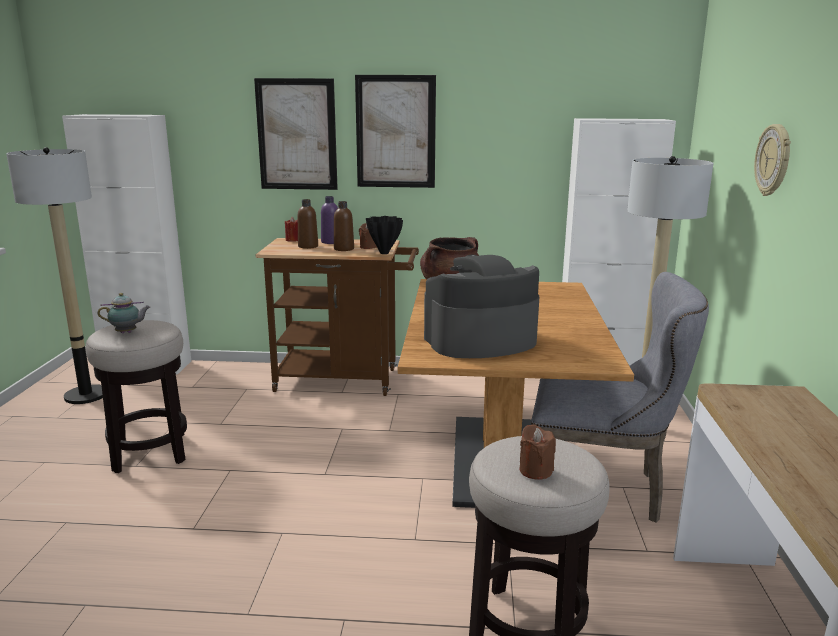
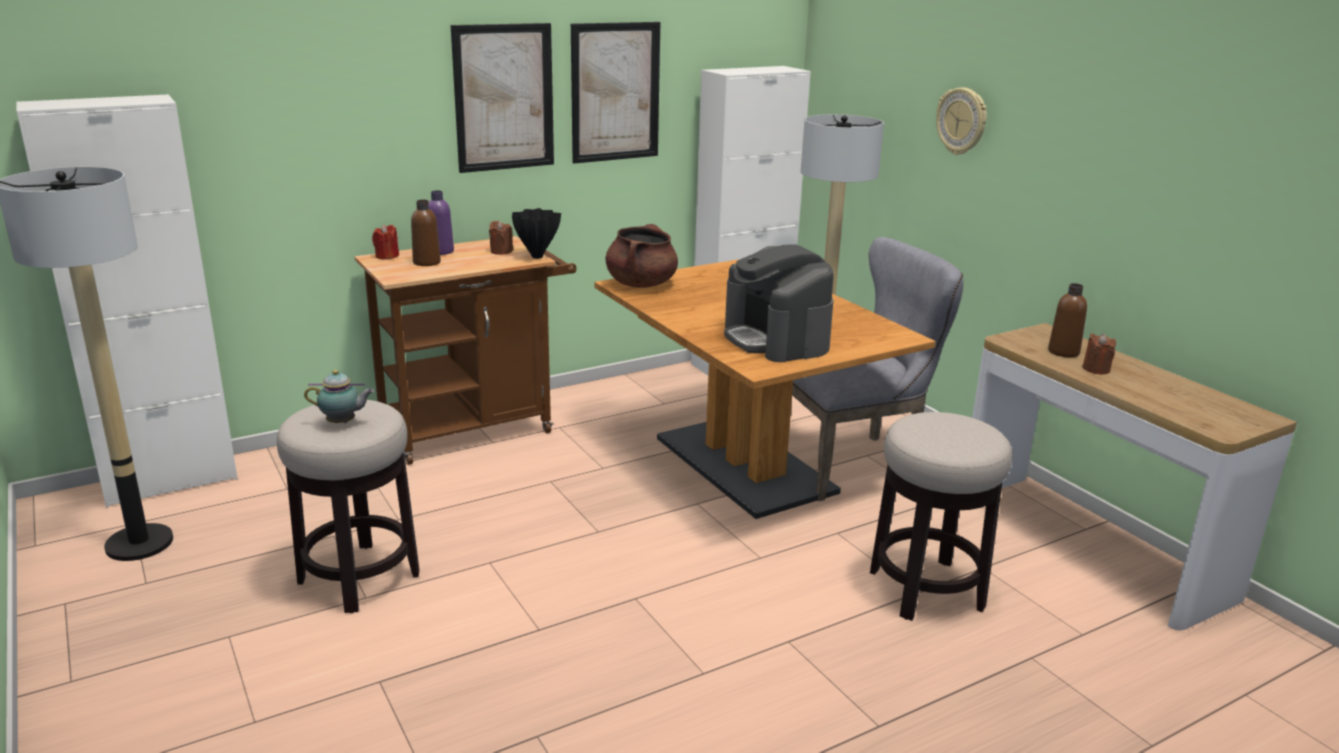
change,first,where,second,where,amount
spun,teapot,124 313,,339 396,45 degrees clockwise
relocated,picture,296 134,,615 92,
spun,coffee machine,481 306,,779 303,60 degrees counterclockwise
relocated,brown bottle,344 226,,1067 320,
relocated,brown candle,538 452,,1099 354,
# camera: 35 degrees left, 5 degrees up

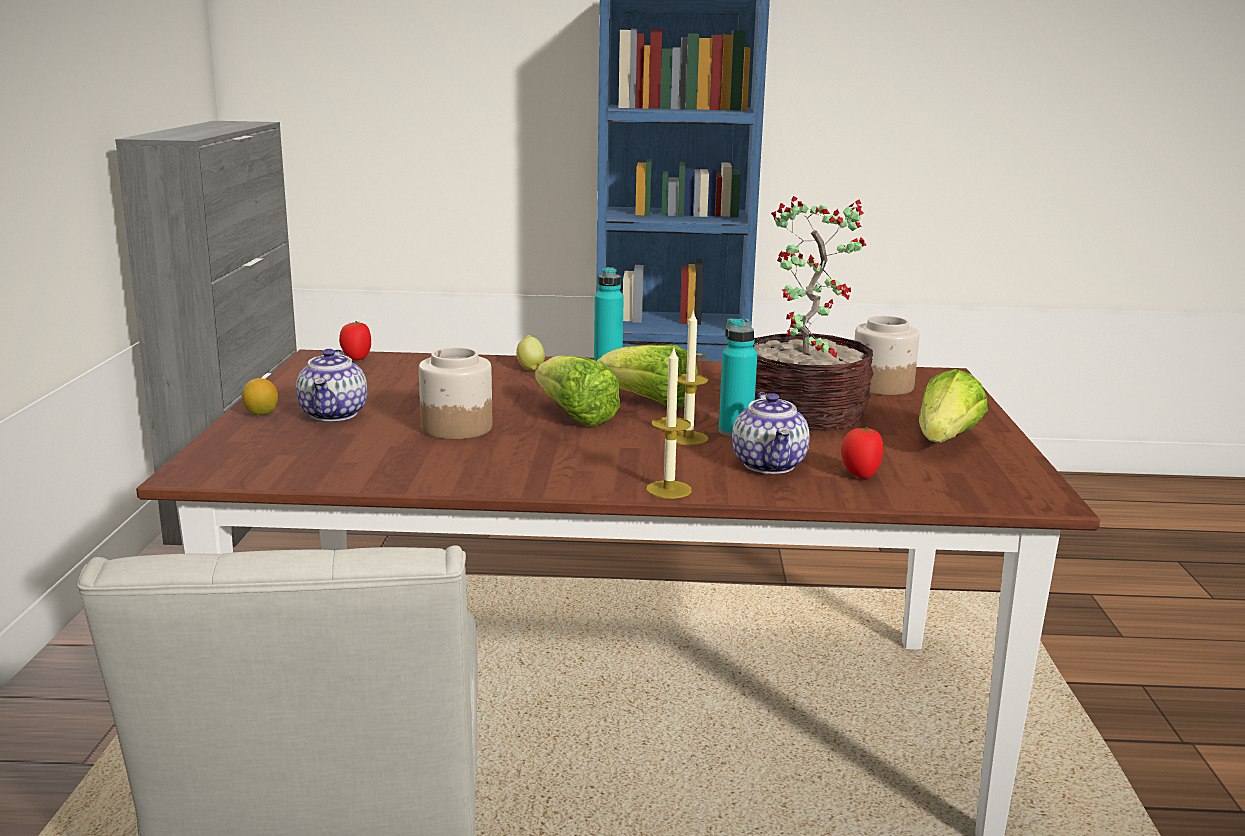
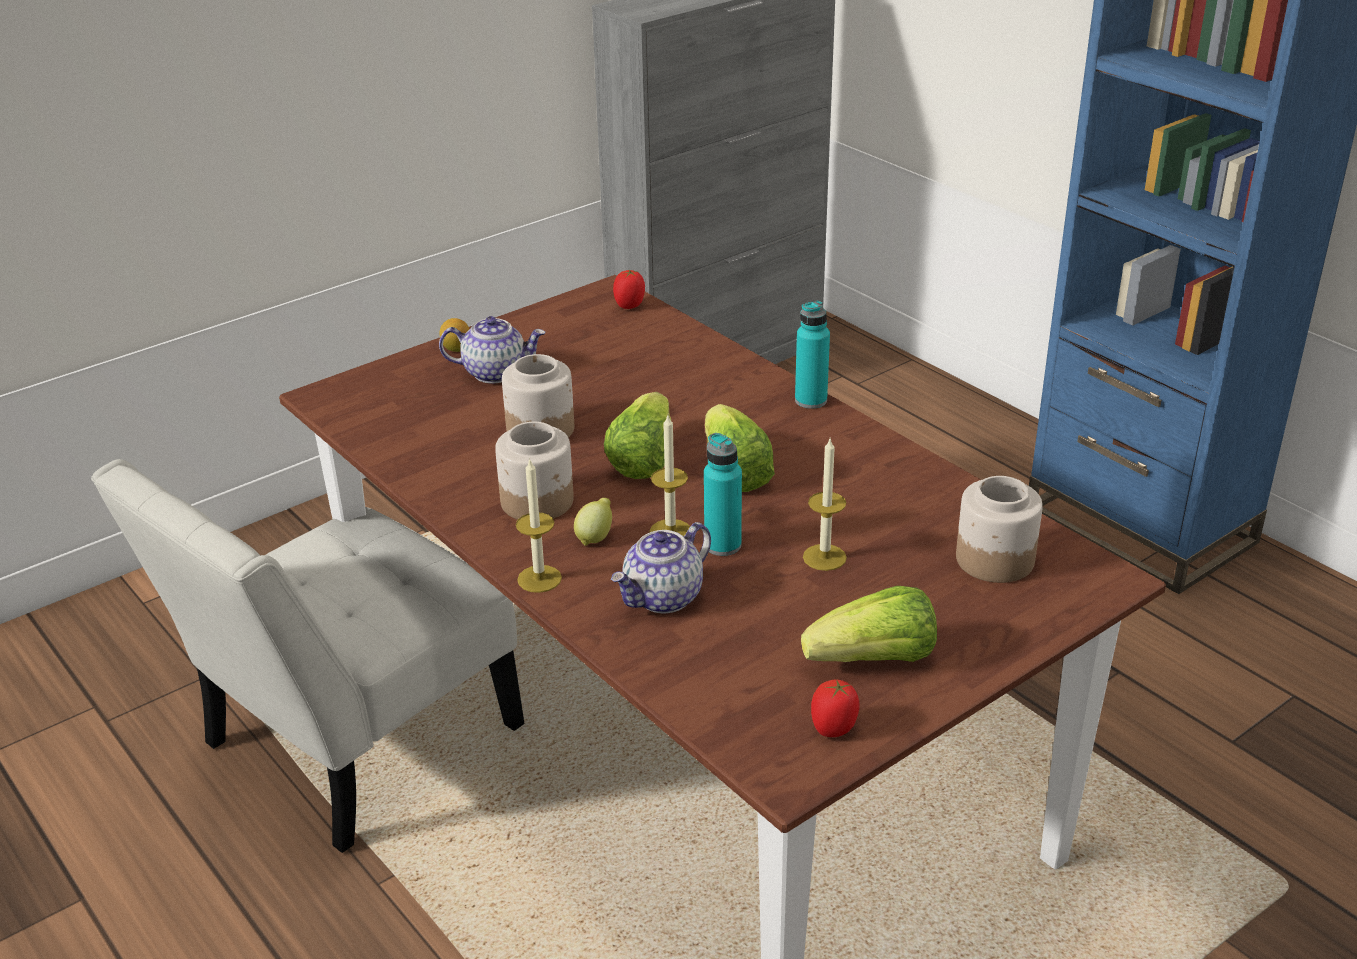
change,first,where,second,where,amount
spun,teapot,331 385,,492 349,135 degrees counterclockwise
appeared,,,jar,534 471,
relocated,lemon,530 352,,593 522,
exchanged,potted plant,813 313,candle,825 505,
relocated,tomato,862 453,,835 708,
# camera: 50 degrees right, 15 degrees up

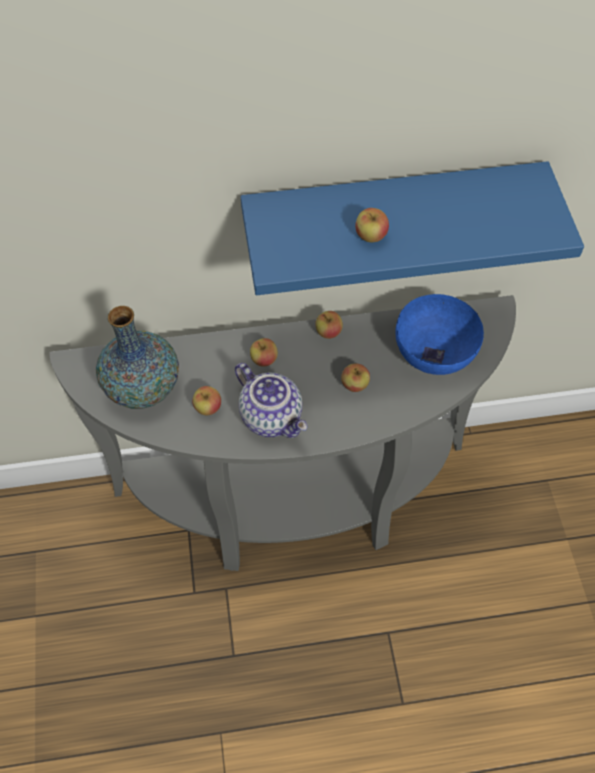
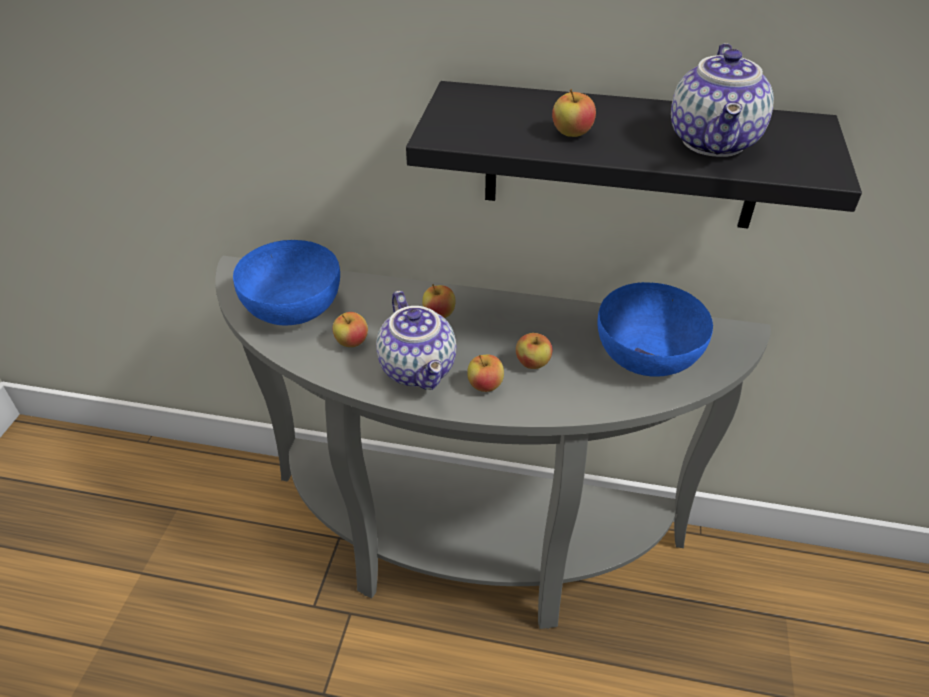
change,first,where,second,where,amount
exchanged,vase,137 357,blue bowl,286 282,
colour,blue shelf,412 228,black shelf,634 154,
relocated,apple,329 325,,485 373,
appeared,,,teapot,722 100,
# camera: 20 degrees right, 15 degrees down

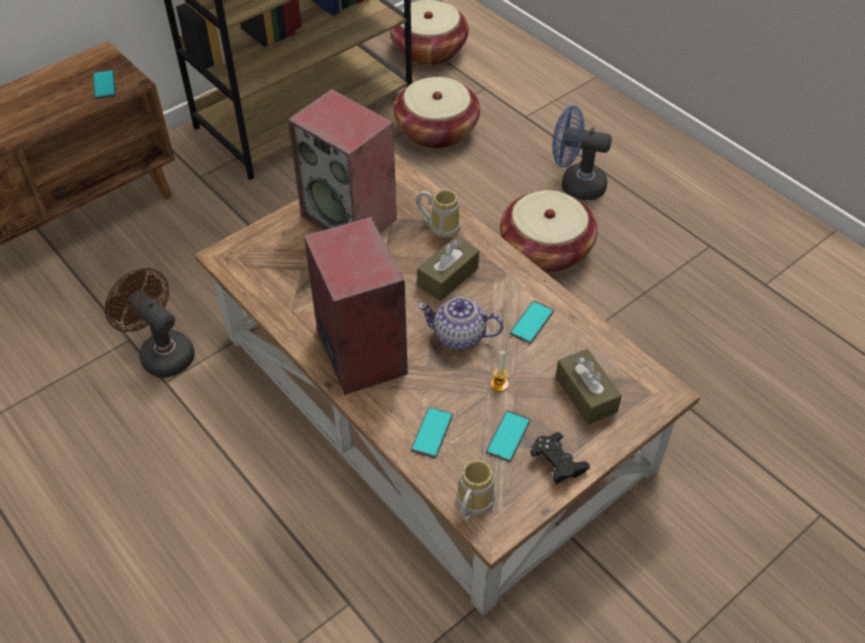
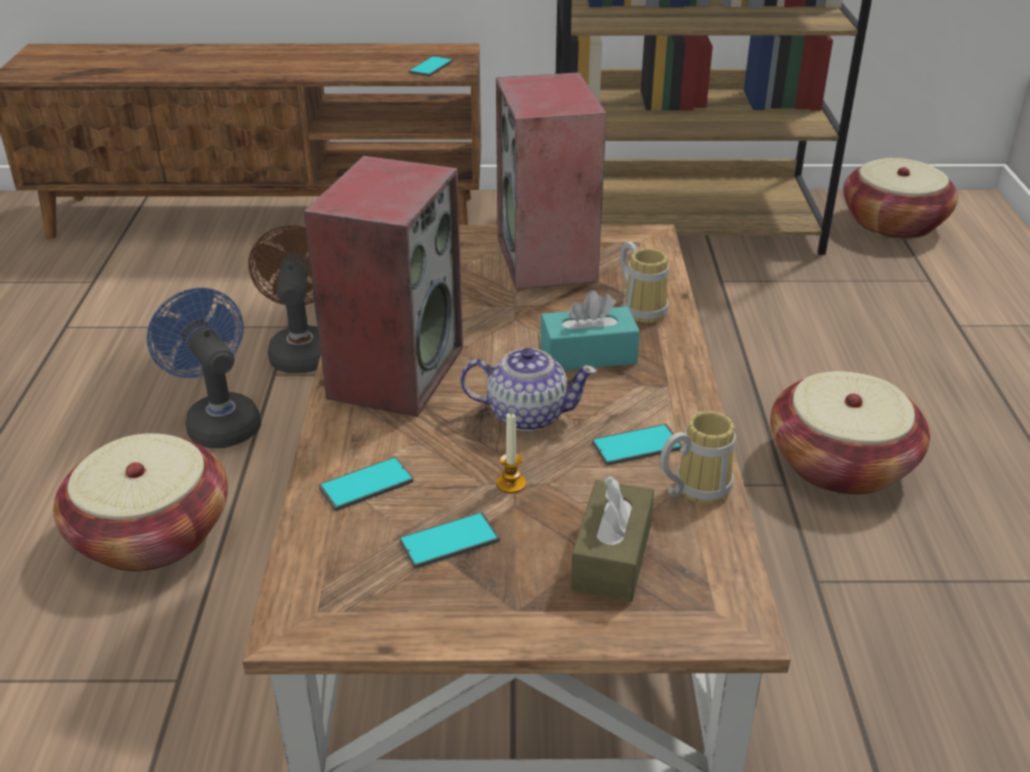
change,first,where,second,where,amount
relocated,basket,437 113,,140 502,
relocated,blue fan,582 153,,204 368,
spun,teapot,460 323,,528 389,135 degrees clockwise
colour,brown tissue box,448 269,turquoise tissue box,590 330,
relocated,mug,476 490,,698 457,
missing,black game controller,560 458,,,
# camera: 40 degrees right, 15 degrees down

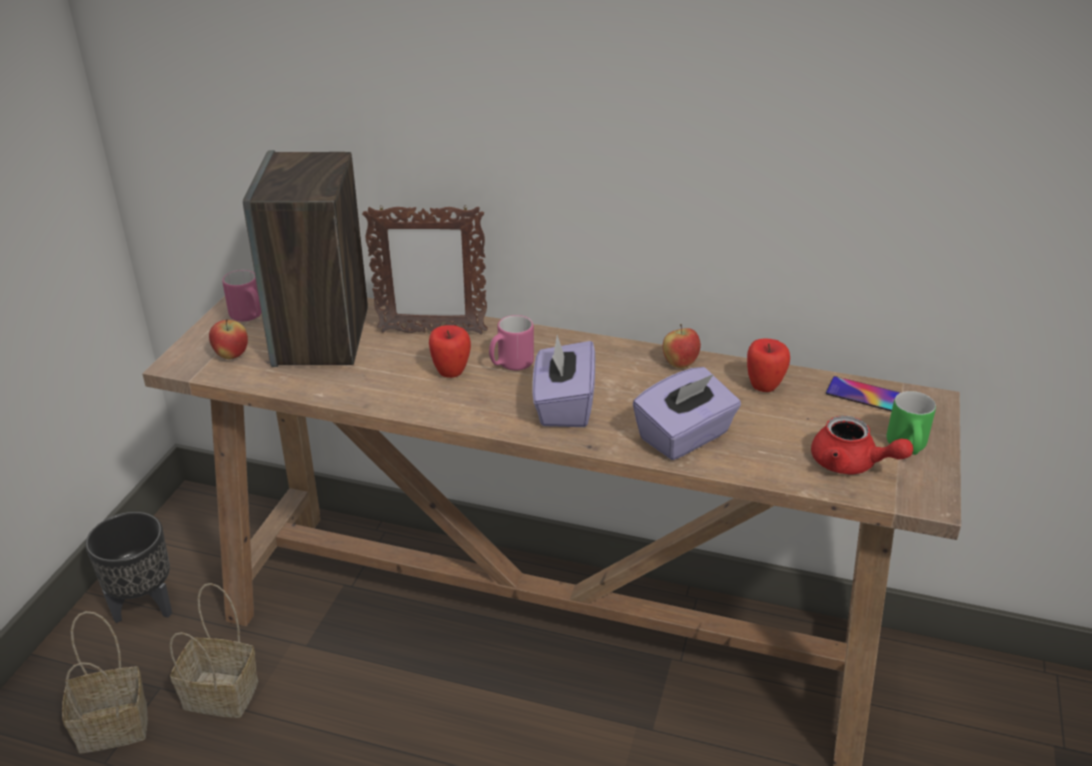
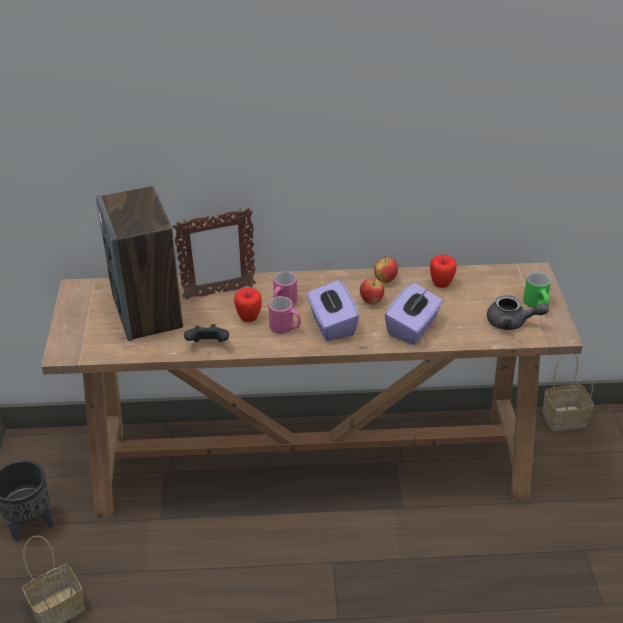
change,first,where,second,where,amount
appeared,,,black game controller,206 333,
relocated,pink mug,241 295,,285 315,
relocated,apple,228 339,,372 291,
colour,red teapot,862 445,grey teapot,518 312,
relocated,basket,213 650,,568 392,
missing,phone,863 393,,,
# camera: 20 degrees left, 5 degrees up

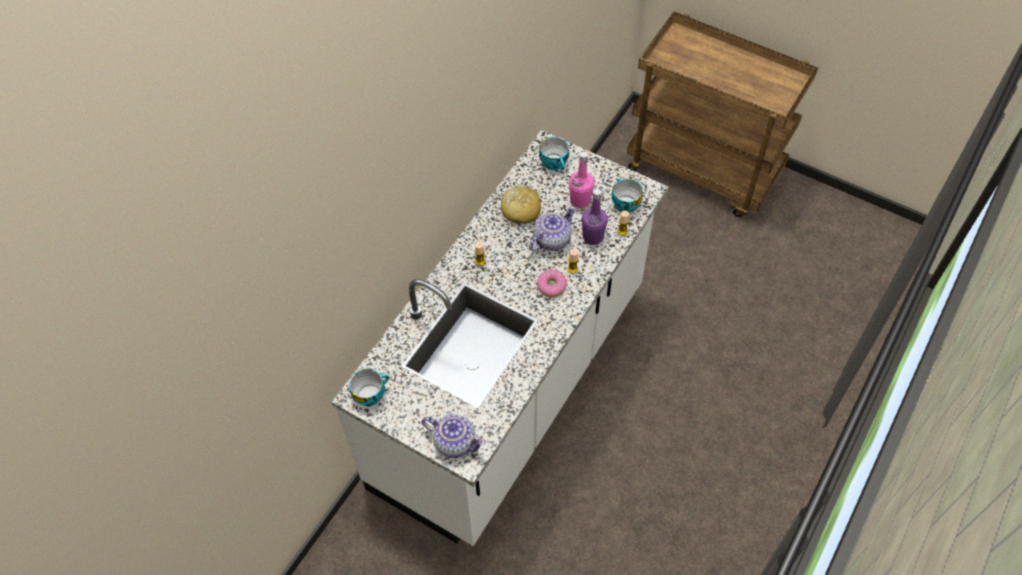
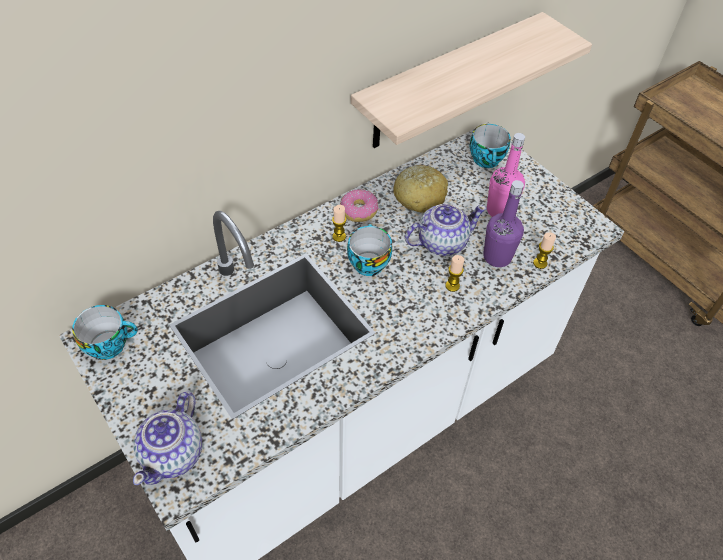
change,first,where,second,where,amount
spun,teapot,454 436,,167 438,60 degrees clockwise
relocated,donut,552 283,,359 205,
relocated,cup,627 195,,369 250,
appeared,,,shelf,471 80,
# camera: 20 degrees right, 5 degrees down

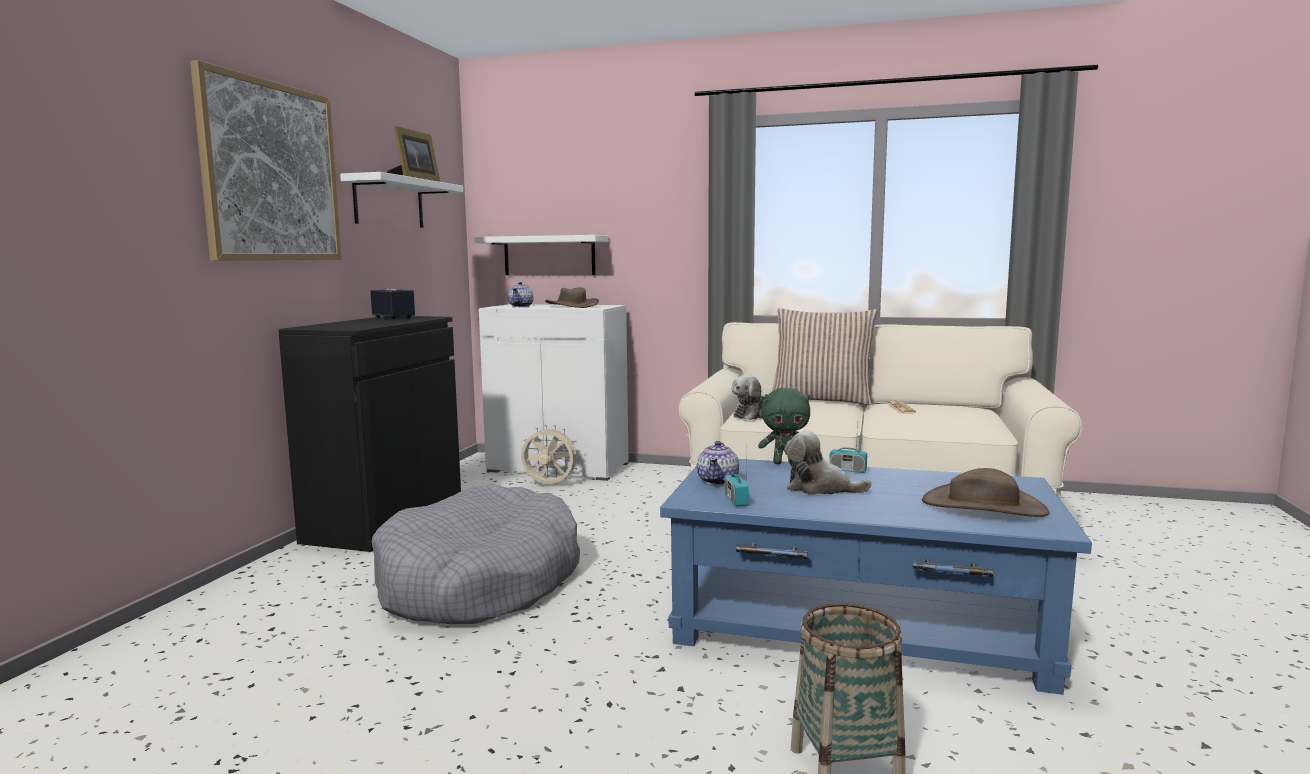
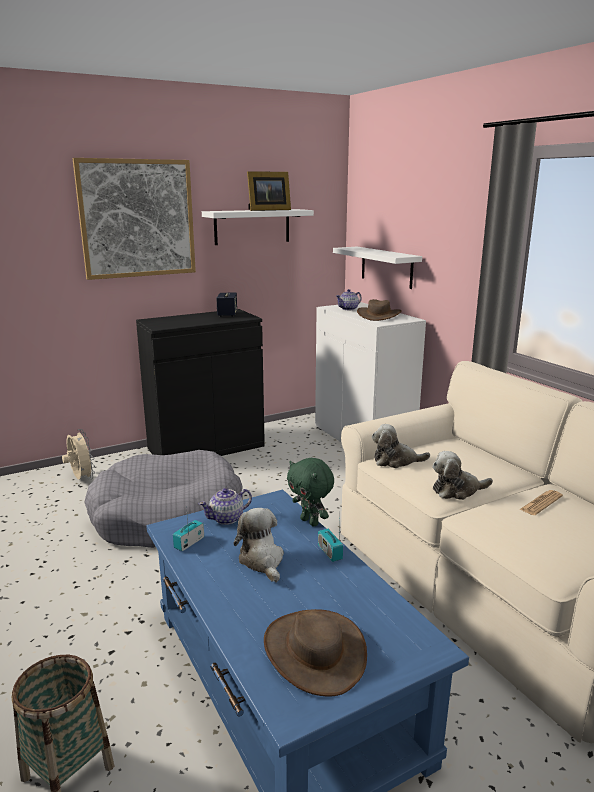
change,first,where,second,where,amount
relocated,beige fan,550 454,,78 454,
appeared,,,plush toy,462 475,
missing,pillow,824 356,,,
# camera: 45 degrees right, 10 degrees up

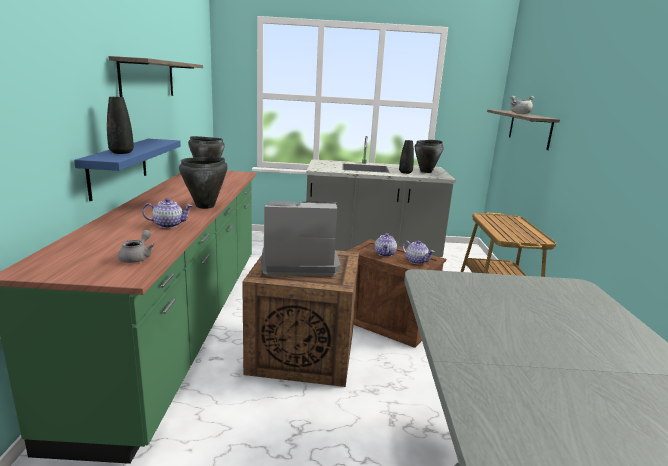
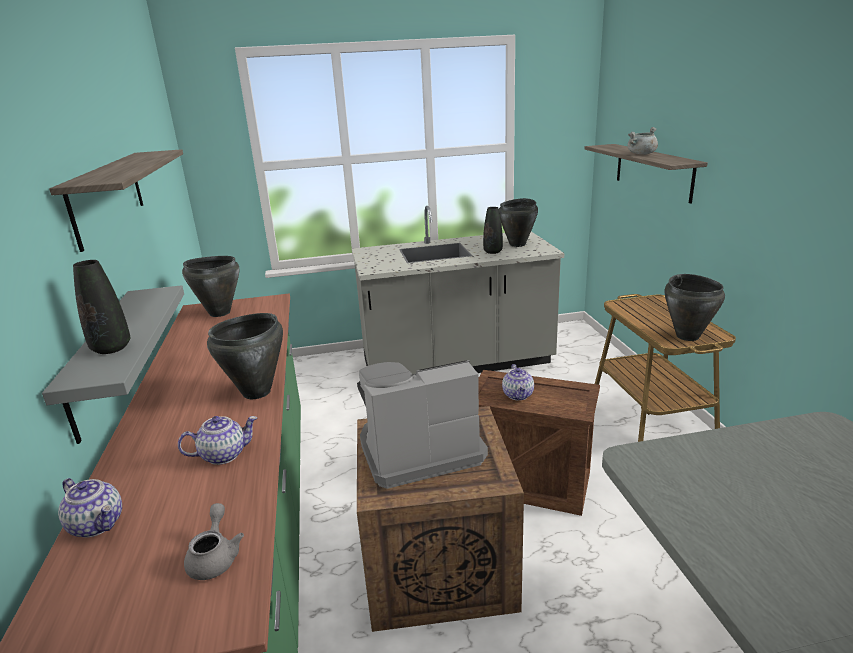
change,first,where,second,where,amount
colour,blue shelf,127 170,grey shelf,113 364,
relocated,teapot,418 252,,90 508,
appeared,,,black cooking pot,695 307,
# camera: 10 degrees left, 5 degrees up

